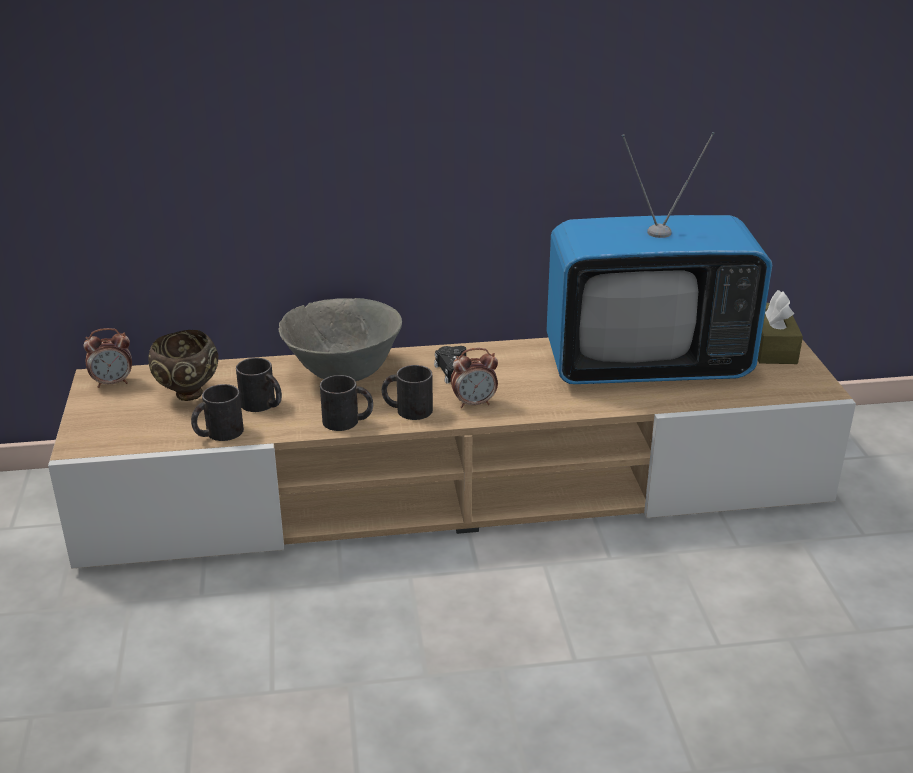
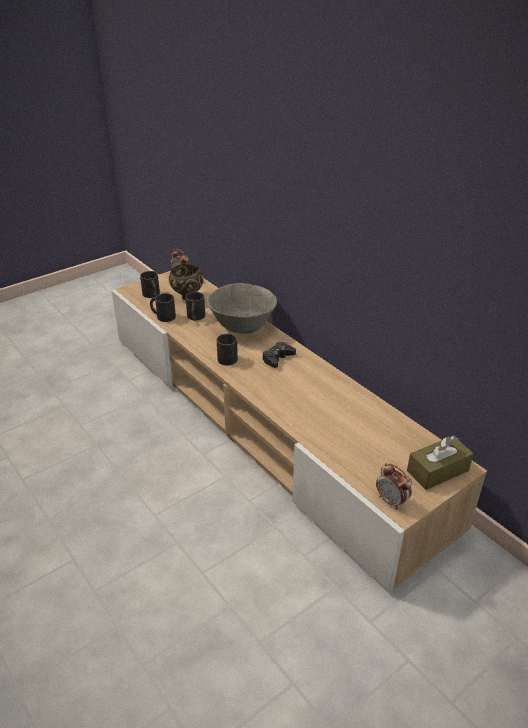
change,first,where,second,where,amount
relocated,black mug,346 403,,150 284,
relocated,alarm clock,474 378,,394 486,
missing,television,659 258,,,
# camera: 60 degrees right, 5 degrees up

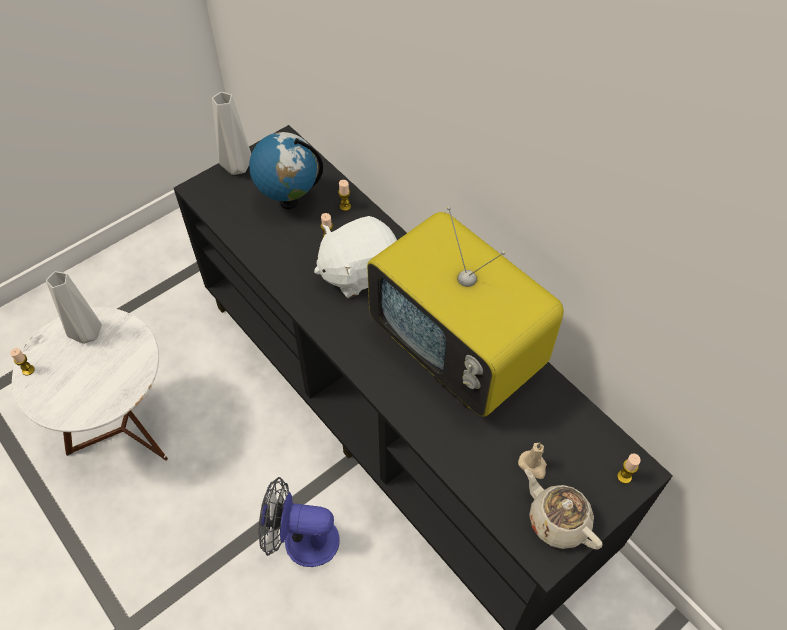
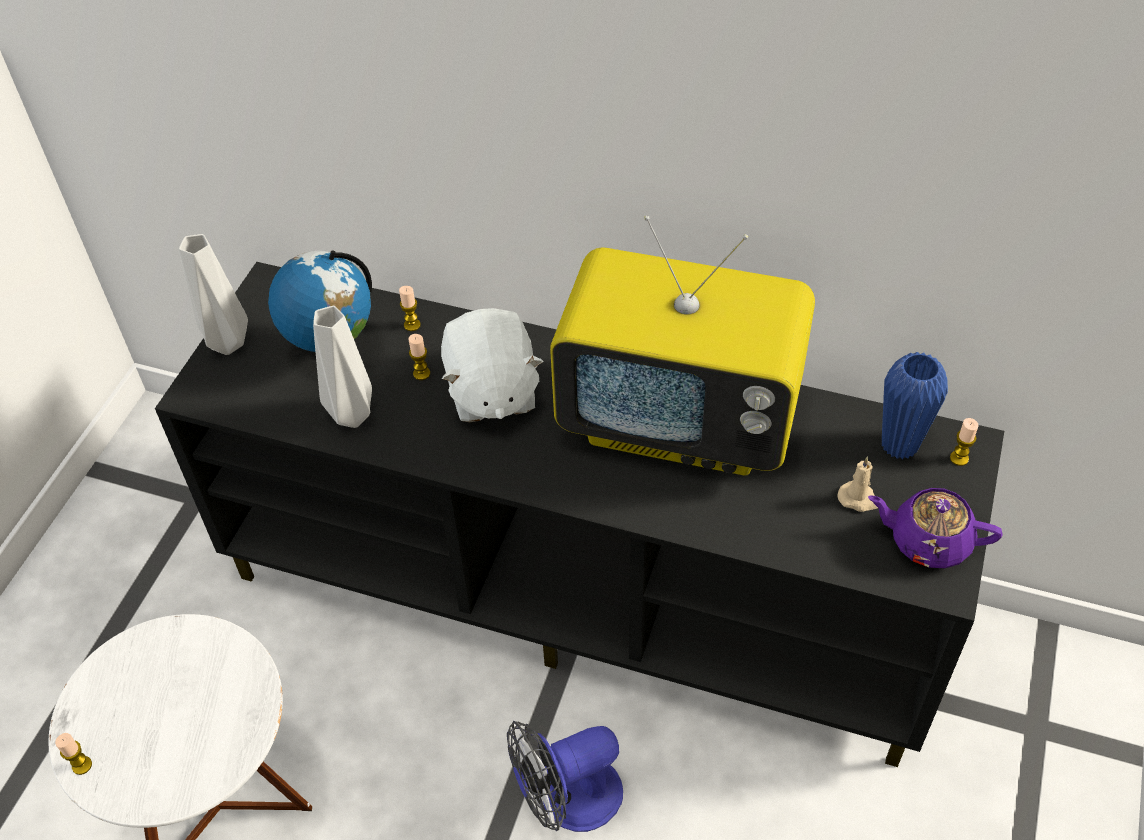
change,first,where,second,where,amount
relocated,grey vase,74 307,,342 367,
spun,white plush toy,355 257,,492 365,45 degrees counterclockwise
colour,beige teapot,563 509,purple teapot,935 528,
appeared,,,blue vase,915 405,
# camera: 30 degrees left, 5 degrees down

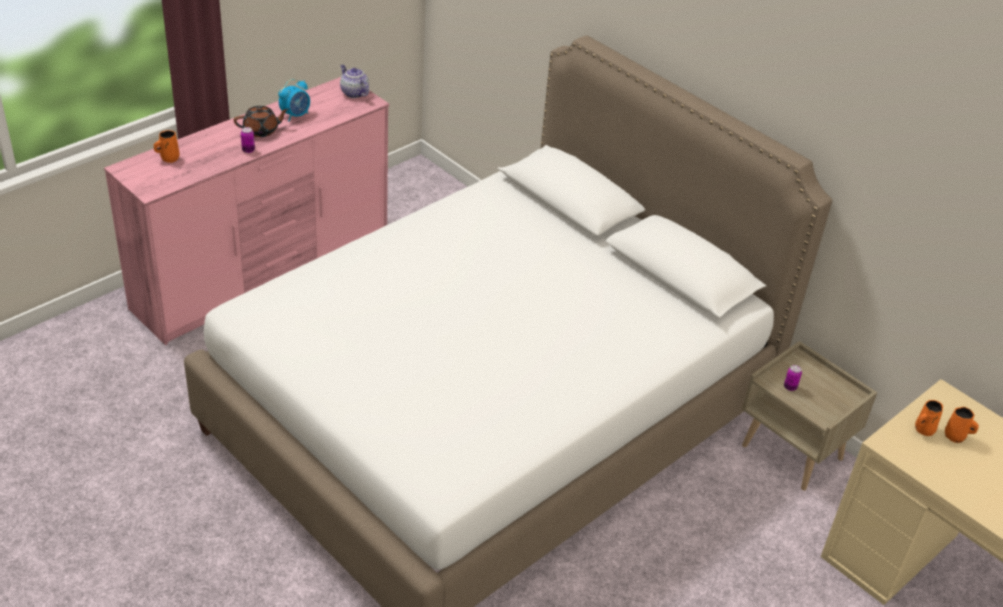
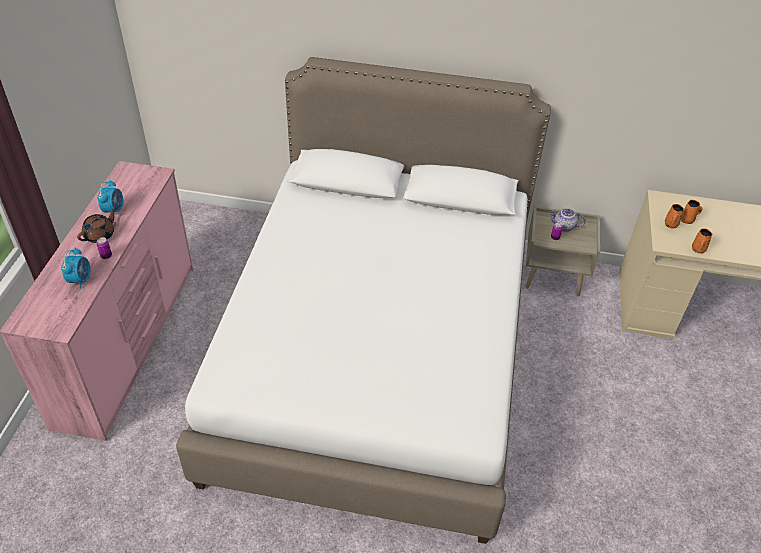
change,first,where,second,where,amount
appeared,,,alarm clock,75 268,
relocated,teapot,354 81,,567 220,
relocated,orange mug,166 146,,702 240,
# camera: 35 degrees left, 5 degrees up

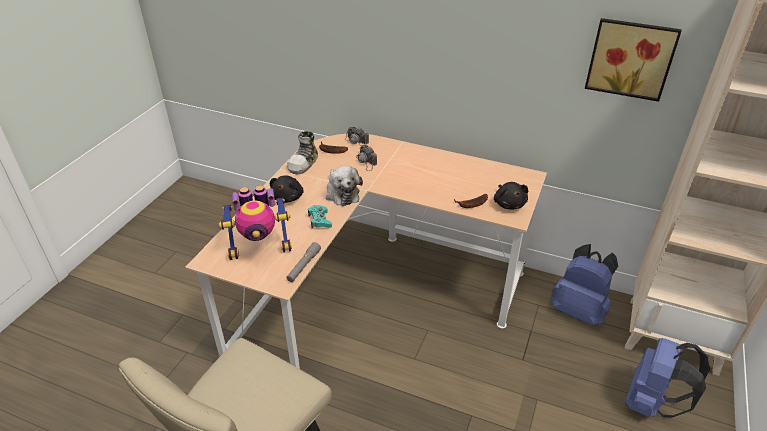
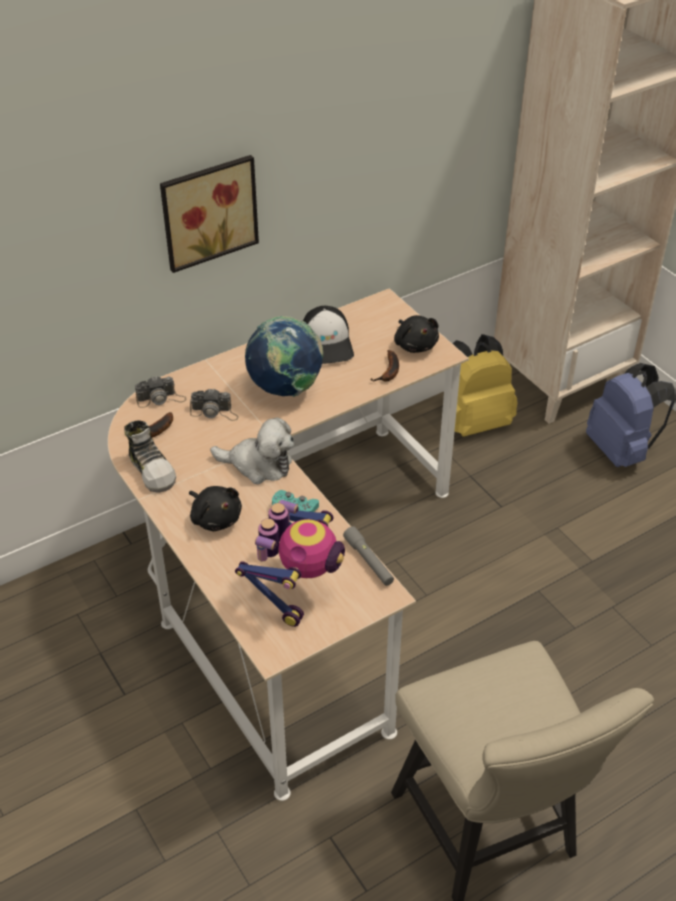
change,first,where,second,where,amount
relocated,picture,633 60,,209 214,
appeared,,,globe,284 356,
appeared,,,cap,328 335,
spun,black plush toy,511 195,,416 334,45 degrees clockwise
colour,blue backpack,584 285,yellow backpack,484 385,
# camera: 55 degrees left, 5 degrees up

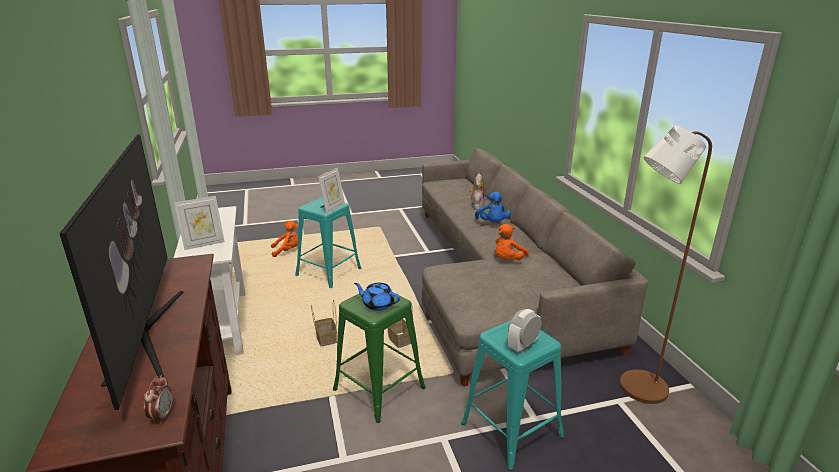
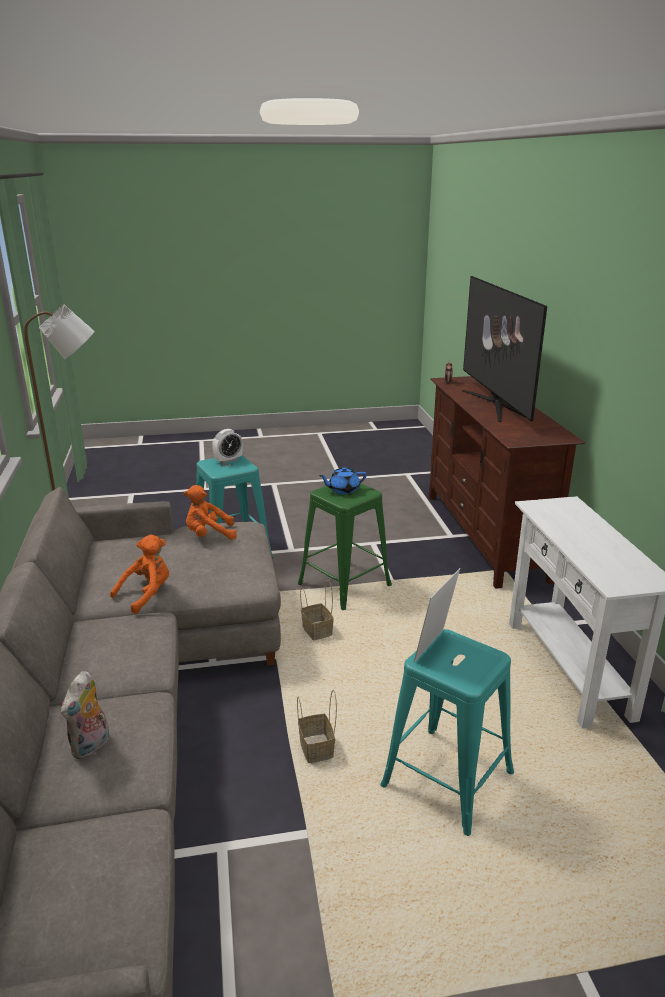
change,first,where,second,where,amount
relocated,orange plush toy,284 239,,210 512,
relocated,basket,324 323,,317 726,
spun,blue teapot,377 297,,343 480,135 degrees clockwise
missing,picture frame,199 223,,,
missing,blue plush toy,493 207,,,
# camera: 175 degrees left, 0 degrees up

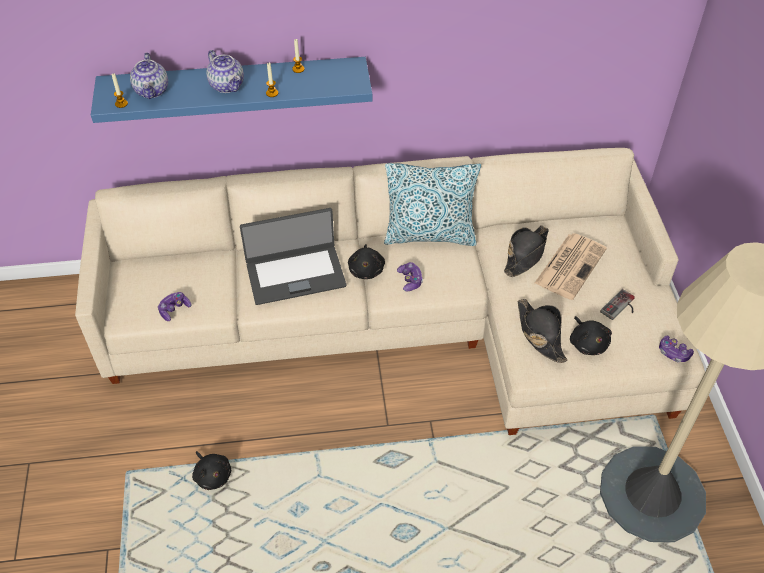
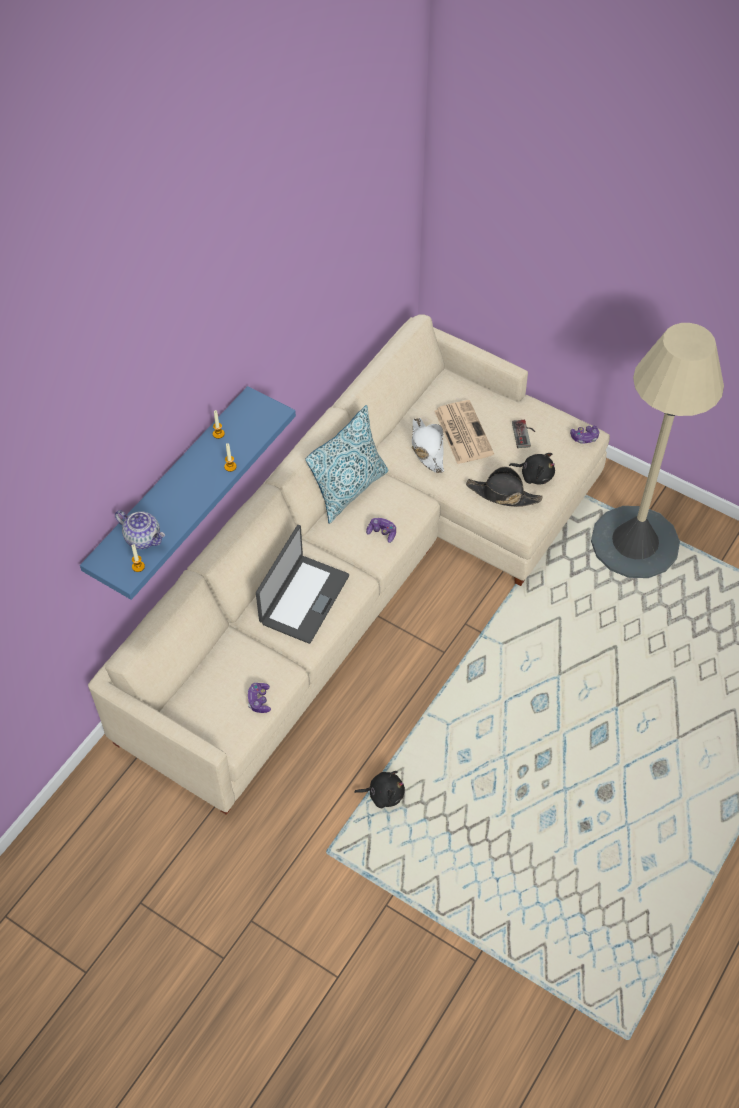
change,first,where,second,where,amount
colour,black hat,526 251,white hat,428 445,
missing,teapot,225 71,,,
missing,black plush toy,366 261,,,
# camera: 50 degrees left, 5 degrees up

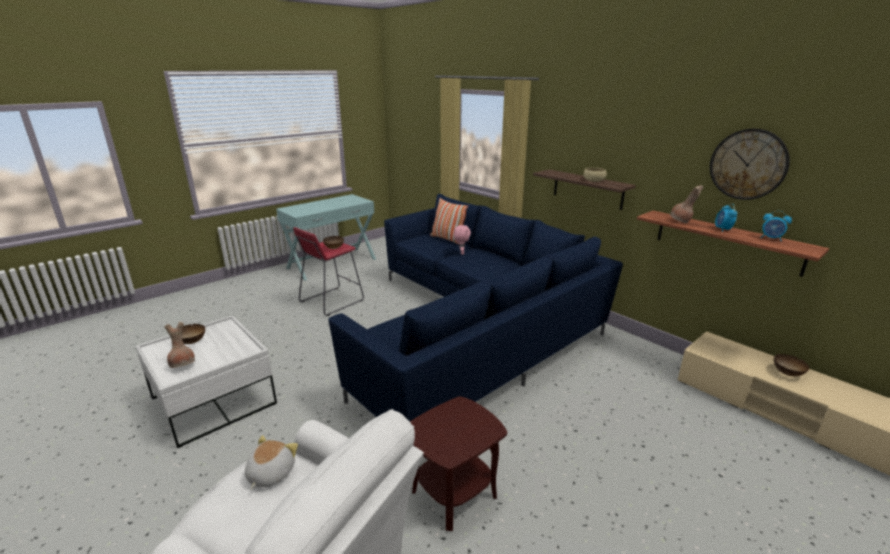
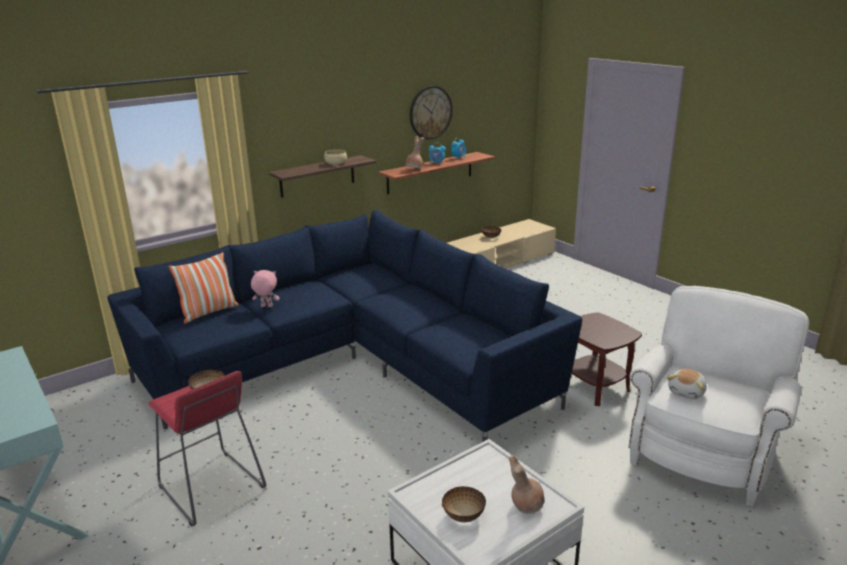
change,first,where,second,where,amount
spun,plush toy,271 462,,687 384,75 degrees counterclockwise
# camera: 85 degrees left, 0 degrees up

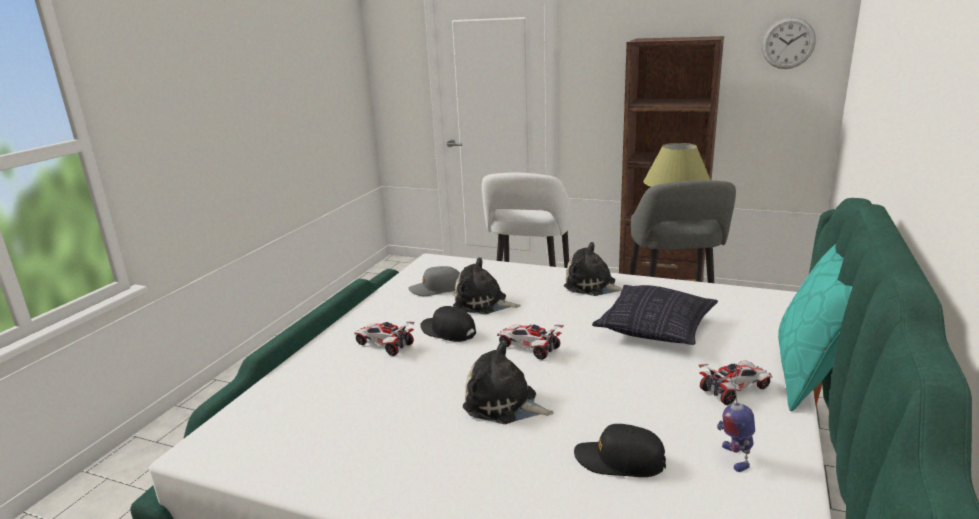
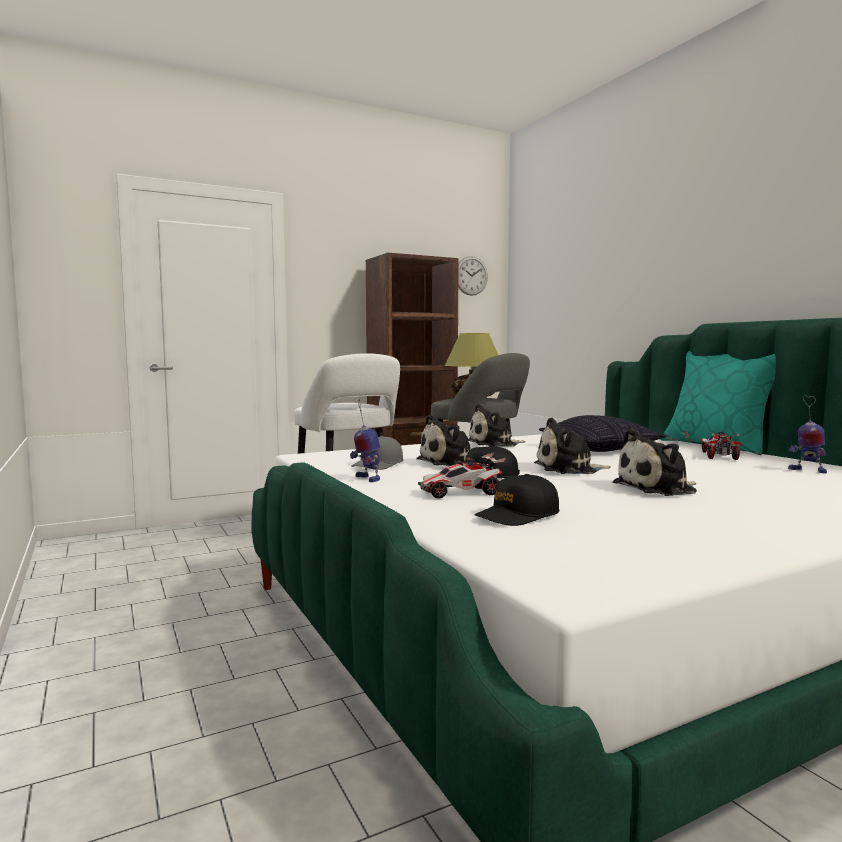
change,first,where,second,where,amount
appeared,,,toy robot,365 440,
relocated,black cap,620 450,,517 500,
exchanged,toy car,530 342,plush toy,572 445,
# camera: 50 degrees left, 15 degrees down

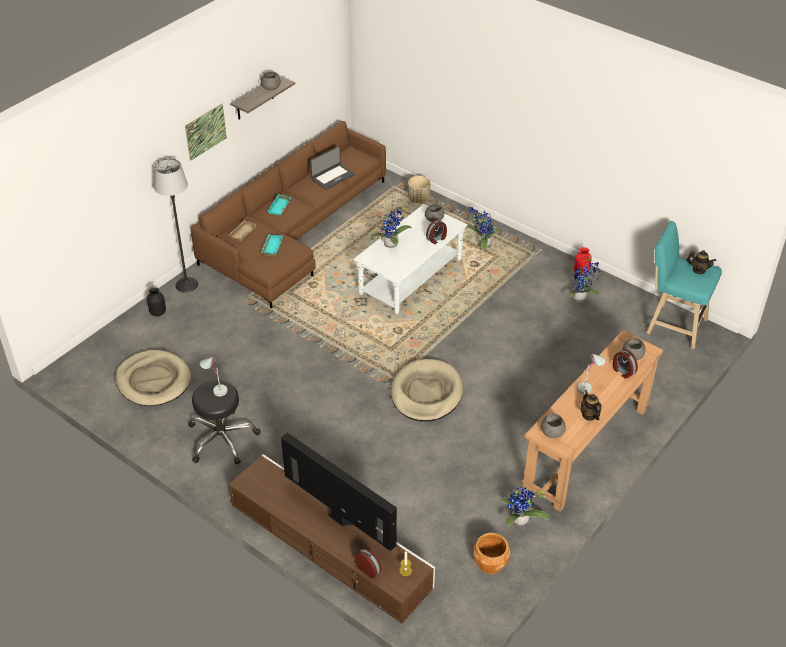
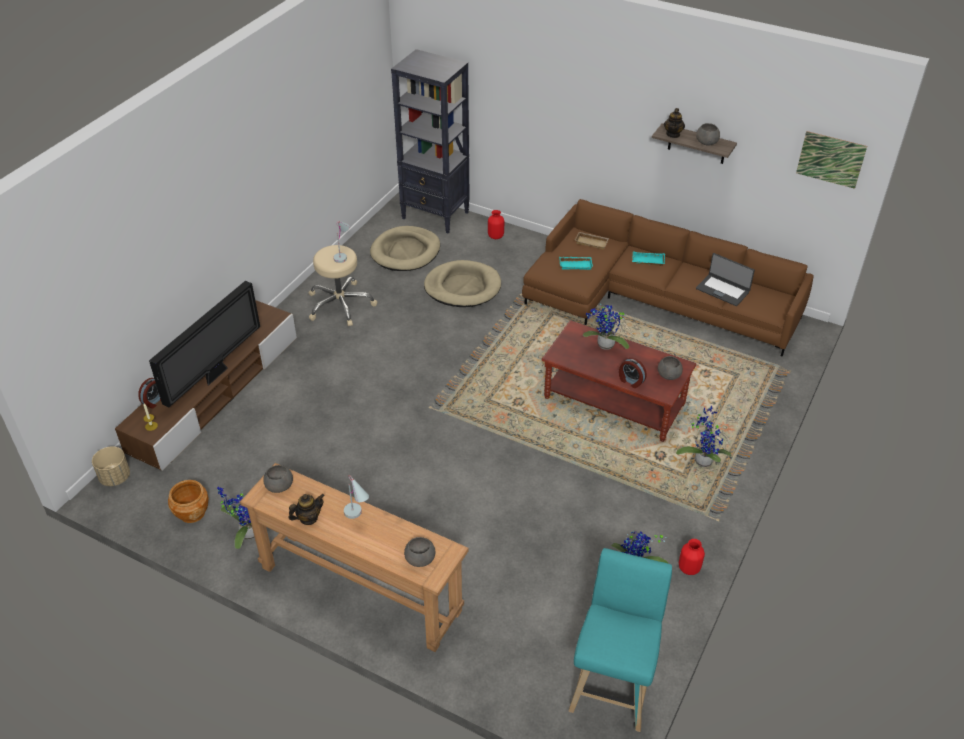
change,first,where,second,where,amount
relocated,beige planter,419 189,,111 466,
colour,black stool,224 422,beige stool,343 285,
appeared,,,black bookcase,430 141,
relocated,beige dog bed,427 390,,462 283,
colour,black vase,156 302,red vase,496 224,
colour,white coffee table,410 259,brown coffee table,619 381,
relocated,teapot,701 262,,674 123,
relocated,picture,206 132,,831 160,
missing,floor lamp,176 225,,,
missing,alarm clock,625 364,,,
# camera: 80 degrees right, 0 degrees up

